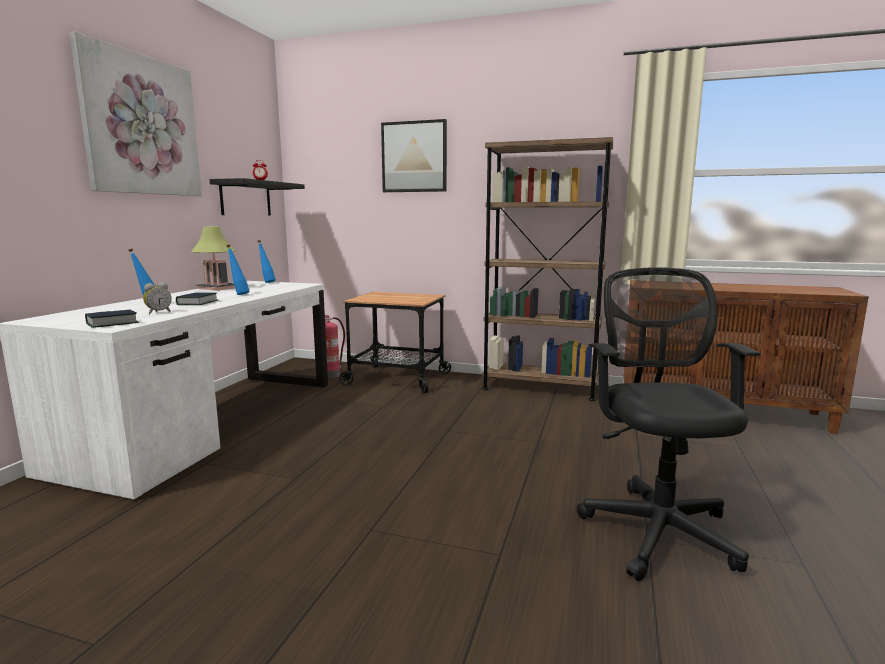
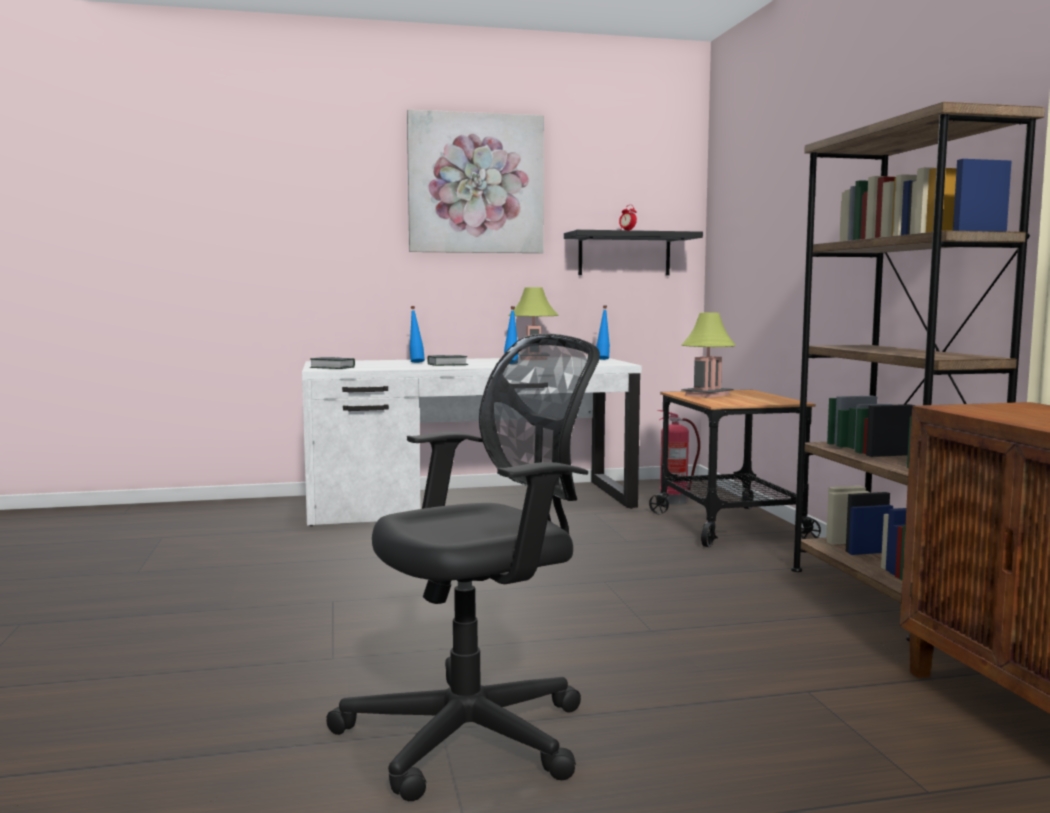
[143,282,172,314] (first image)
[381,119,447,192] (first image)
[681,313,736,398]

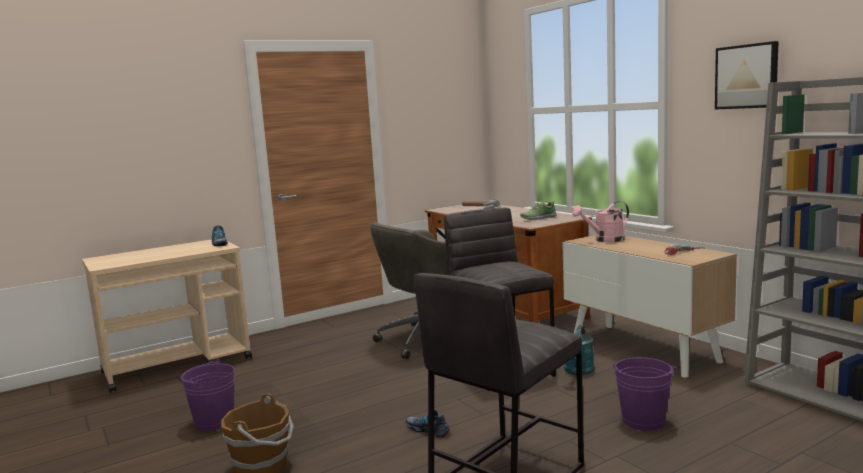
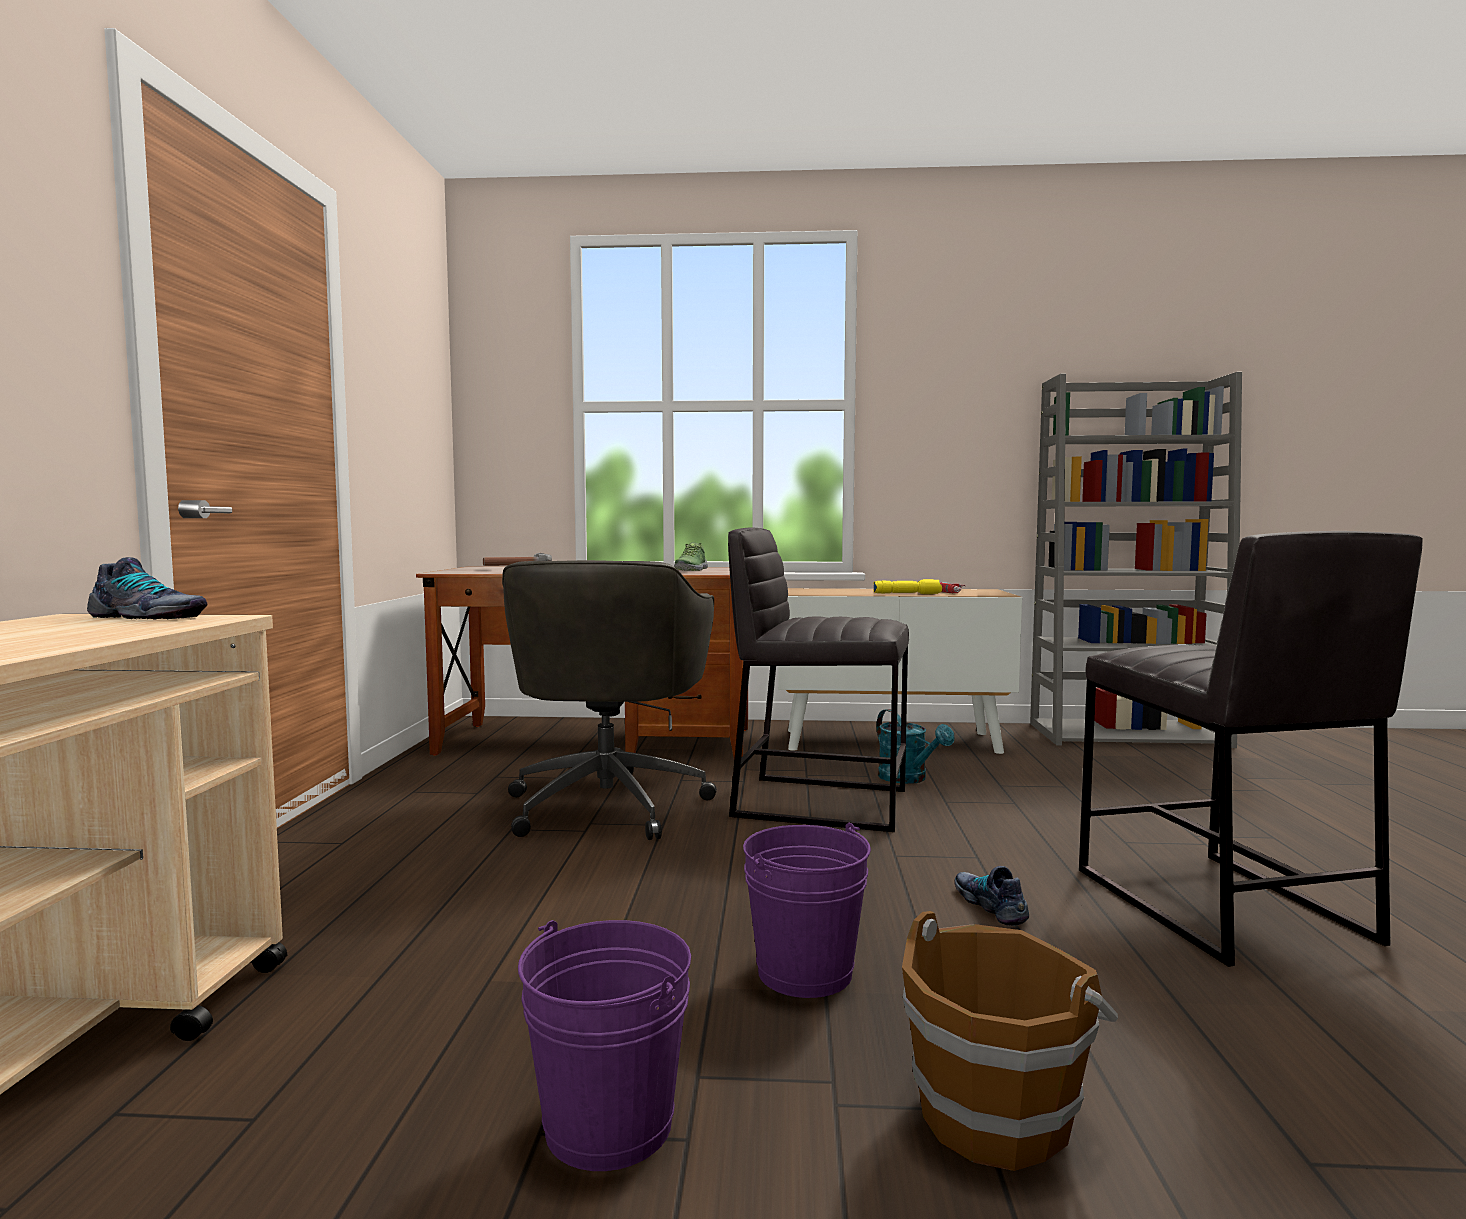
[572,201,629,242] (first image)
[715,41,779,109] (first image)
[873,579,942,594]
[743,823,871,998]
[954,866,1029,926]

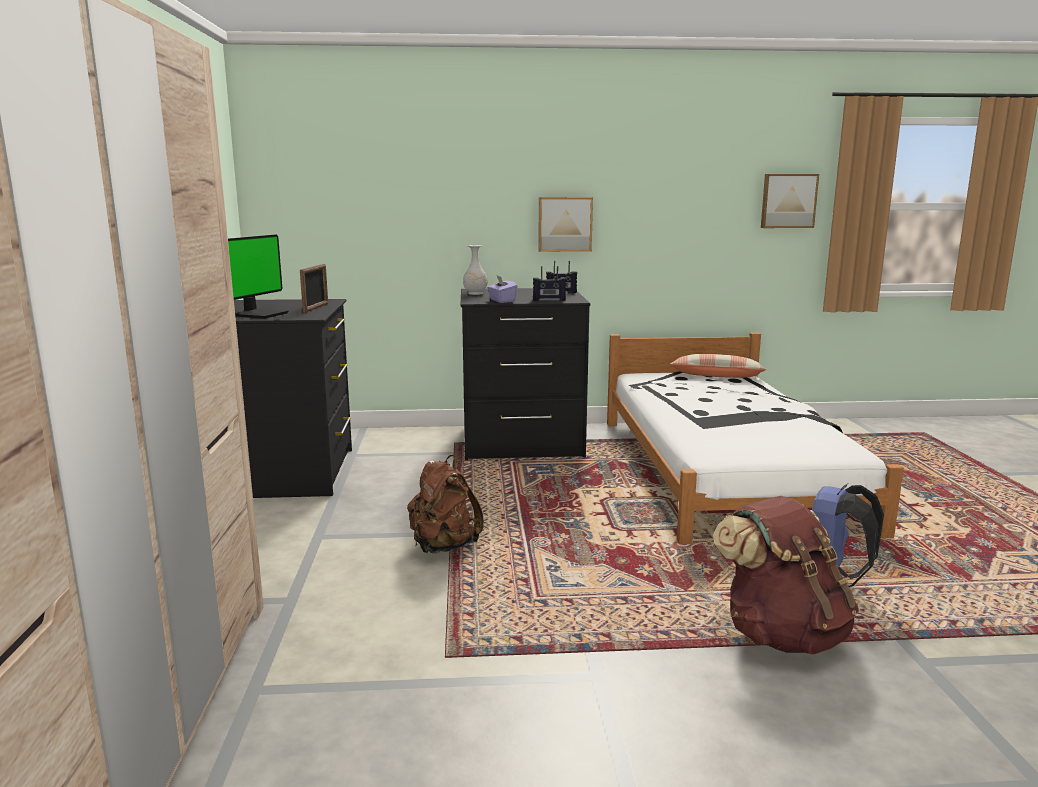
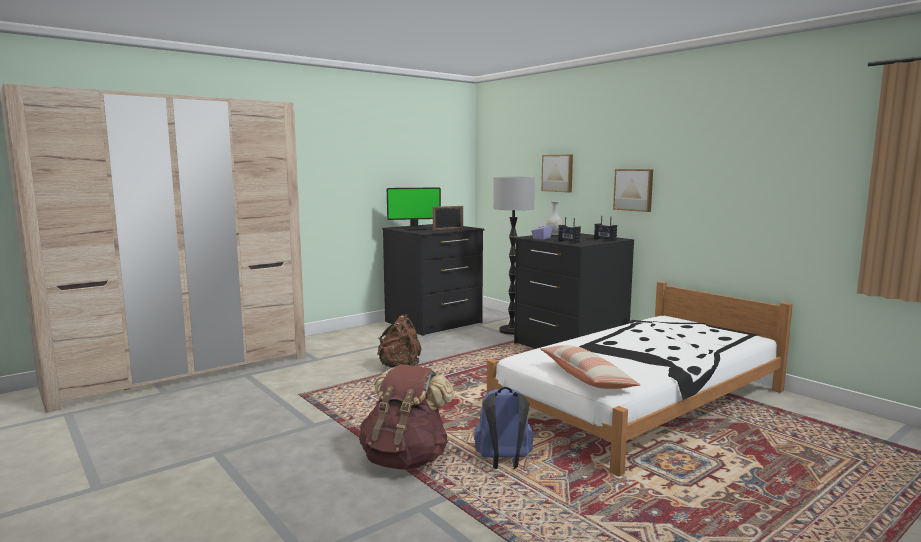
[493,177,535,335]
[540,345,640,389]
[541,155,573,193]

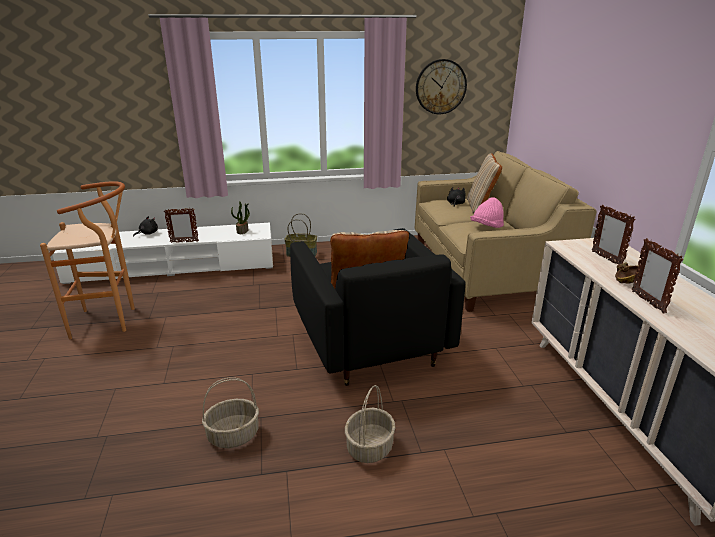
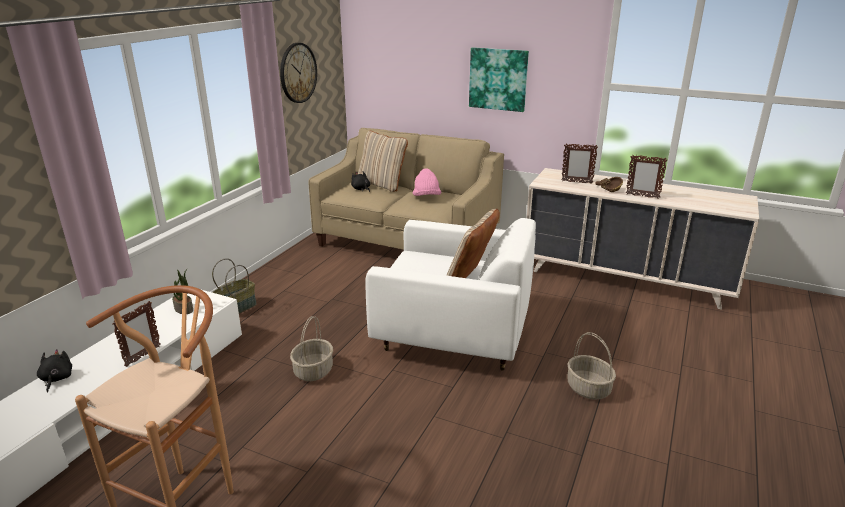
[469,47,529,112]
[290,316,333,381]
[365,218,536,370]

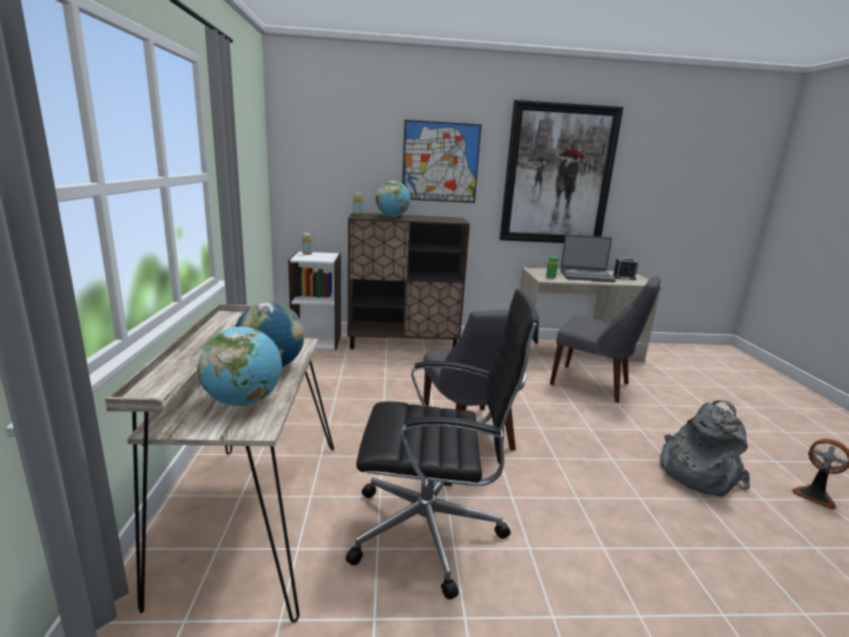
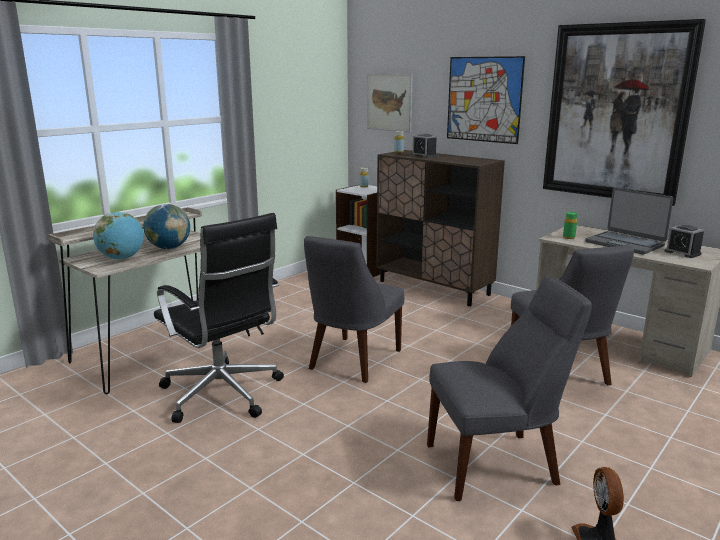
[367,73,413,133]
[412,134,437,158]
[427,276,592,501]

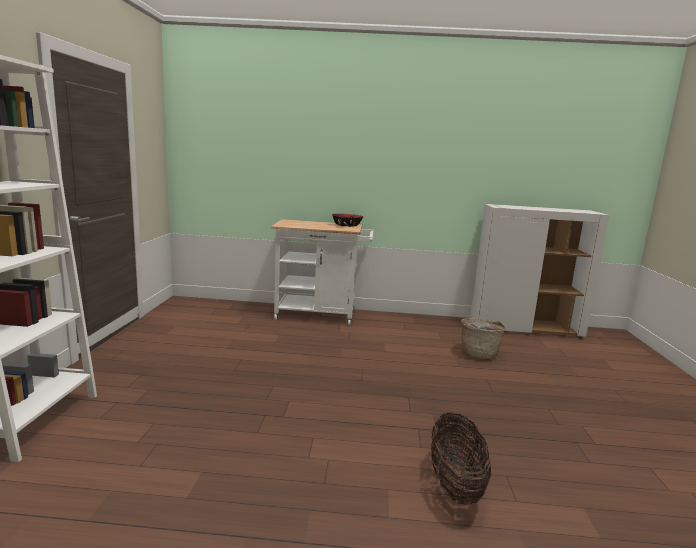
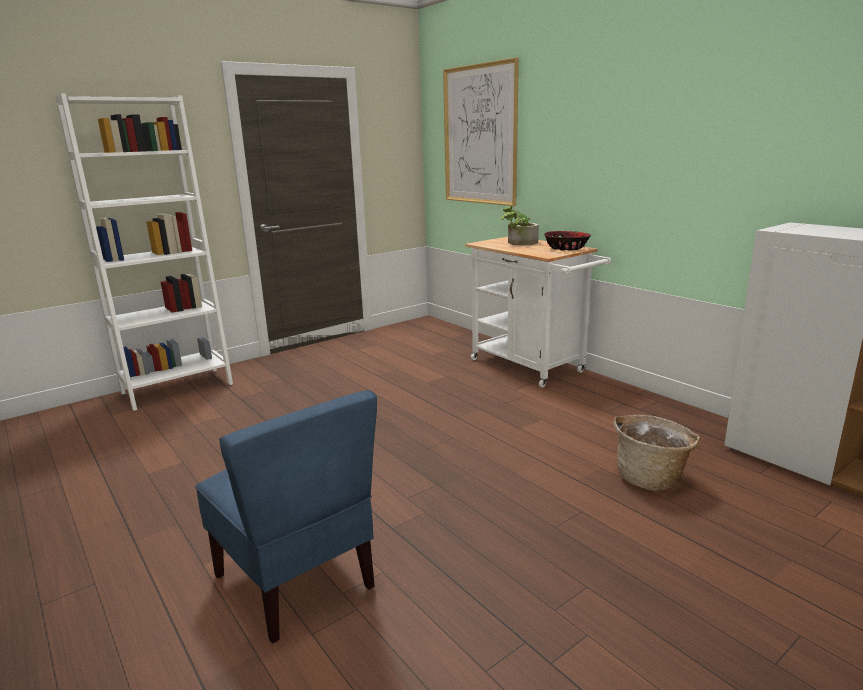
[443,58,519,206]
[500,206,539,246]
[195,390,377,644]

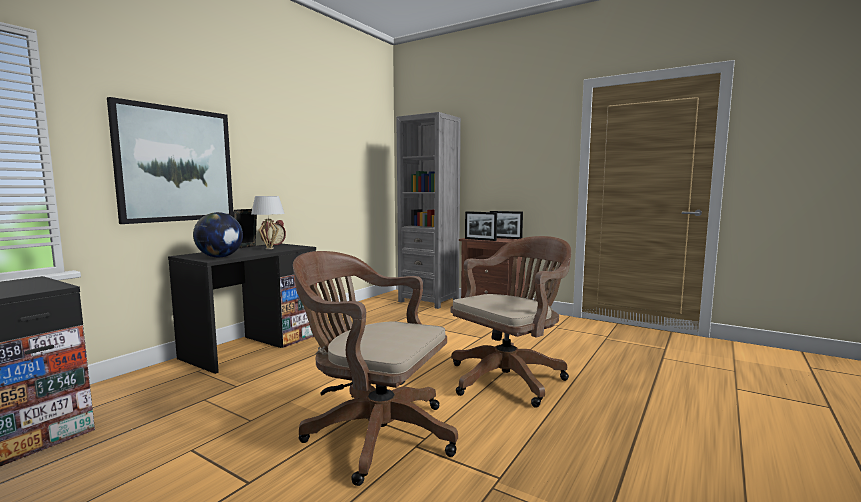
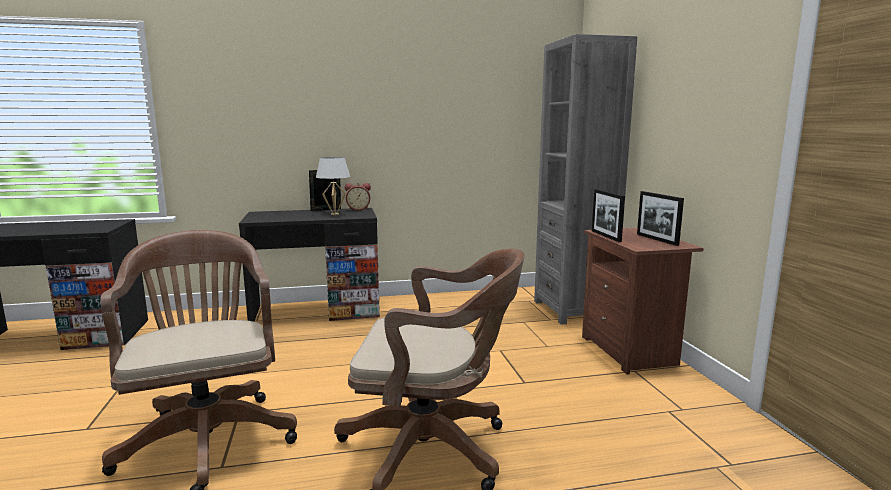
[107,97,234,224] (first image)
[193,212,243,257] (first image)

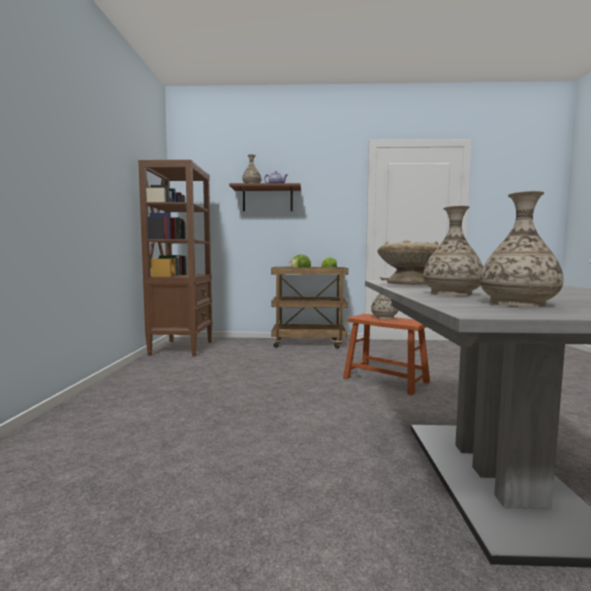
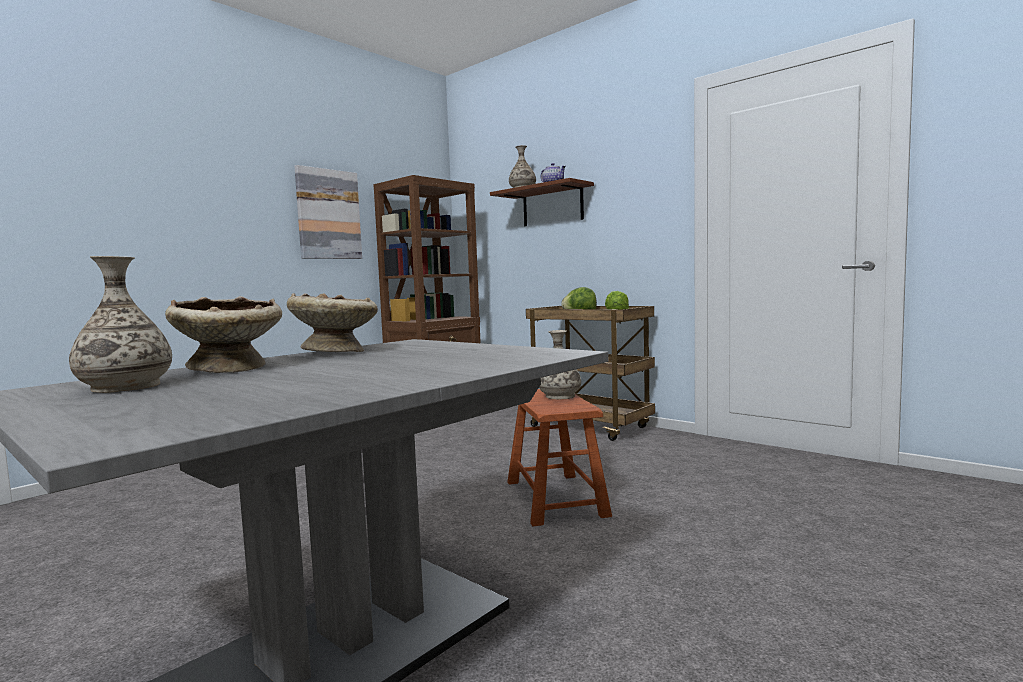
[294,165,362,259]
[165,296,282,373]

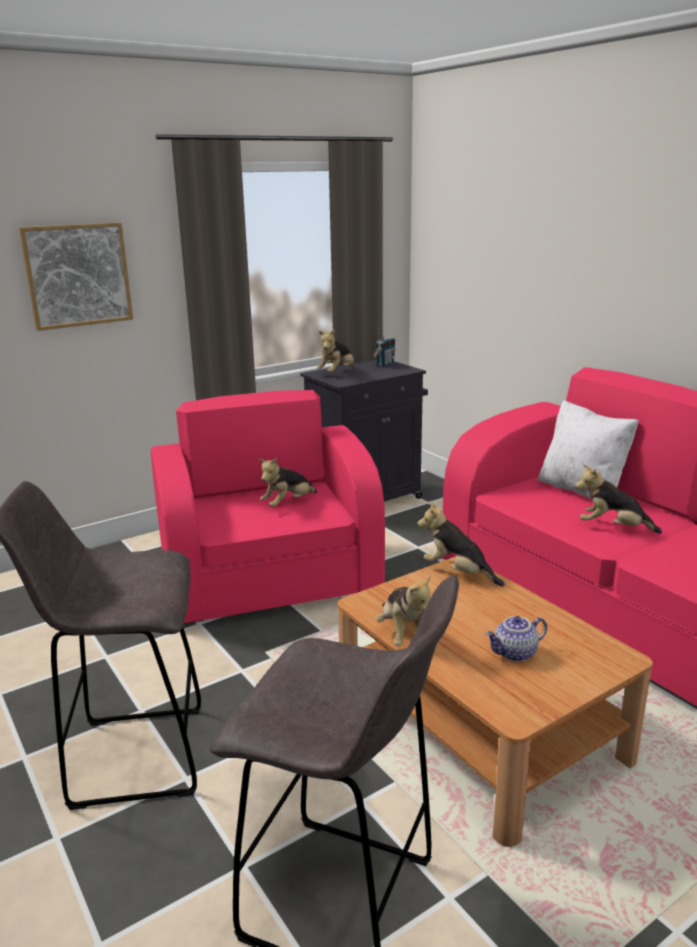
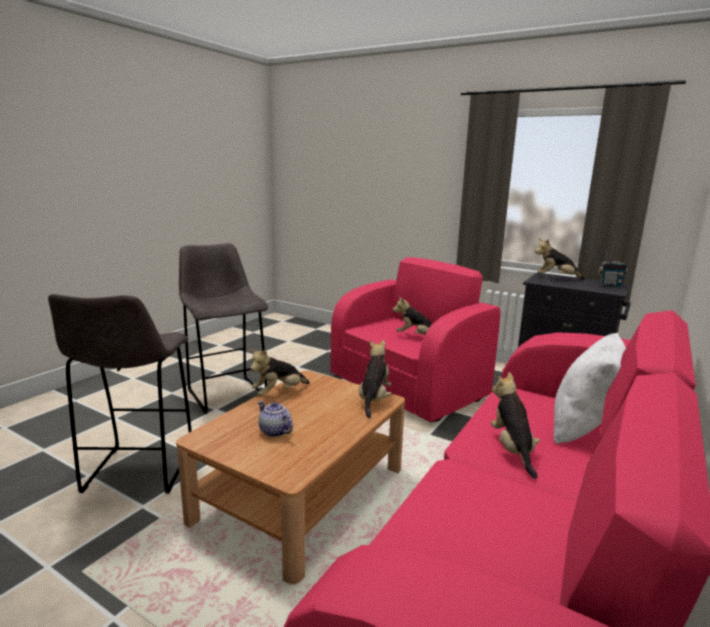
[19,222,133,331] (first image)

